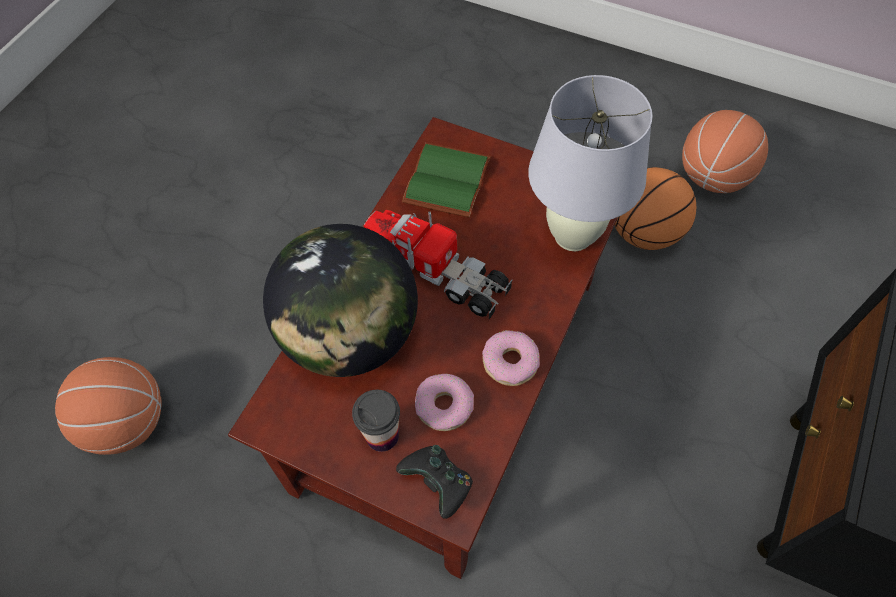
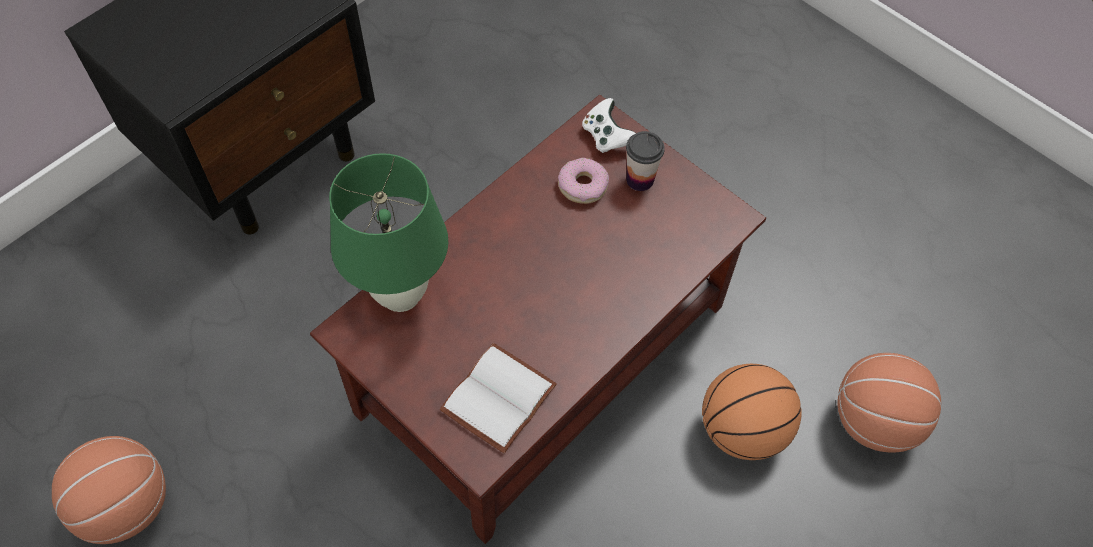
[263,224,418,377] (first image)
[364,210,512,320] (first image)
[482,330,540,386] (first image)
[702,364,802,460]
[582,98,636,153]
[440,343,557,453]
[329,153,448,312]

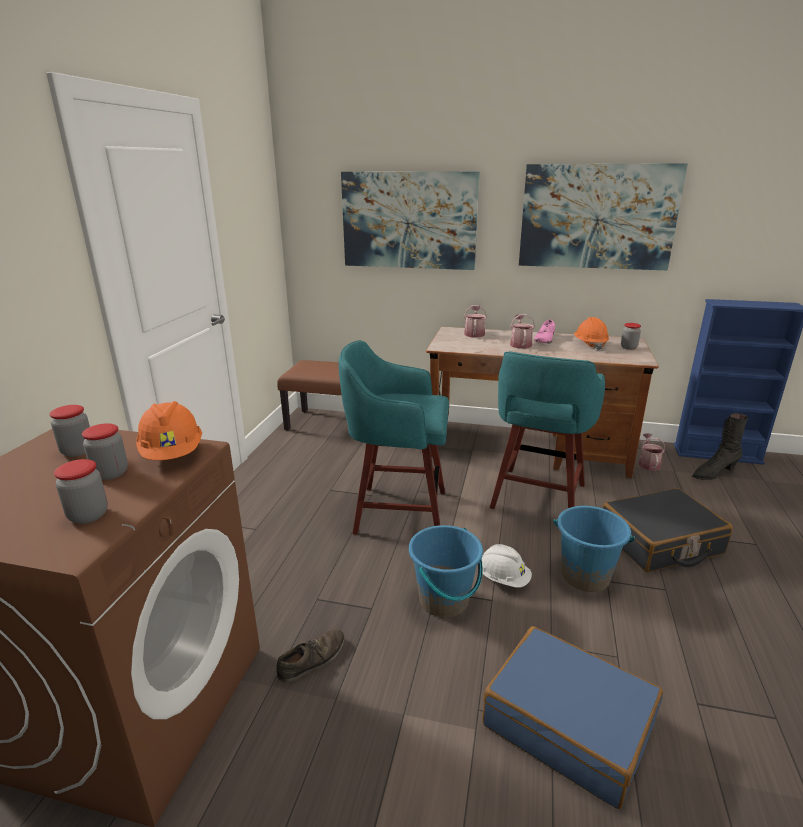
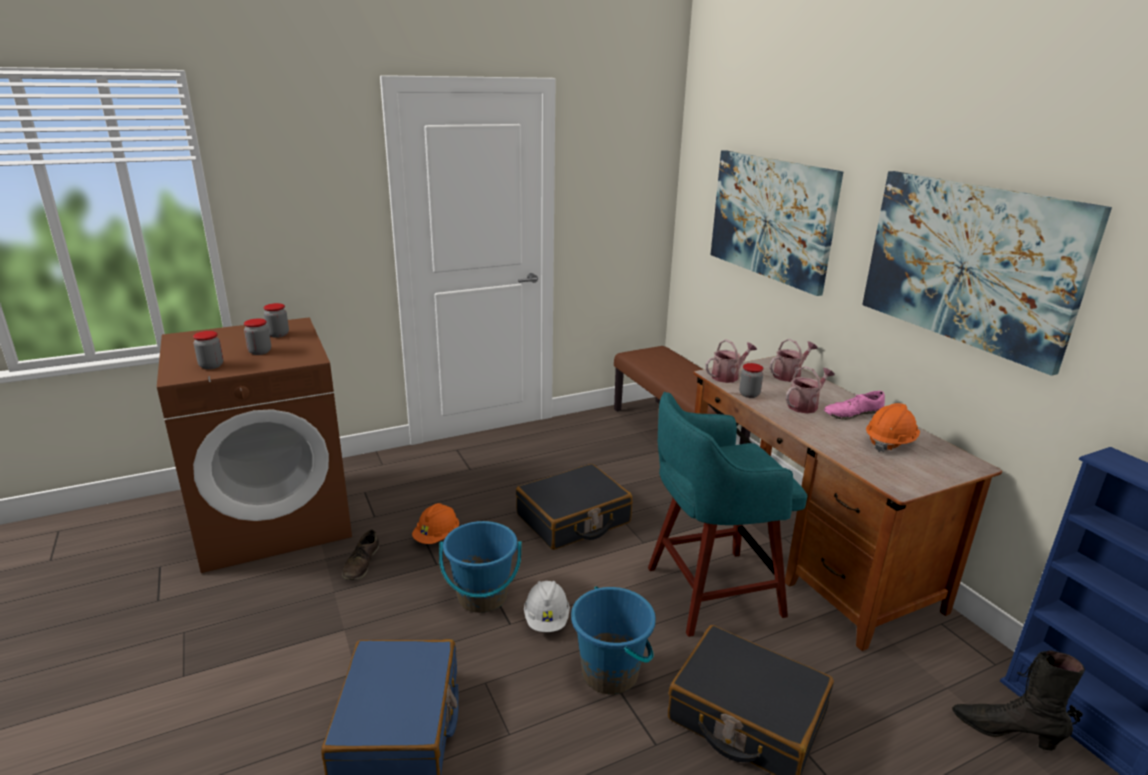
[412,503,459,544]
[739,363,763,398]
[705,339,757,383]
[516,464,632,550]
[342,530,379,580]

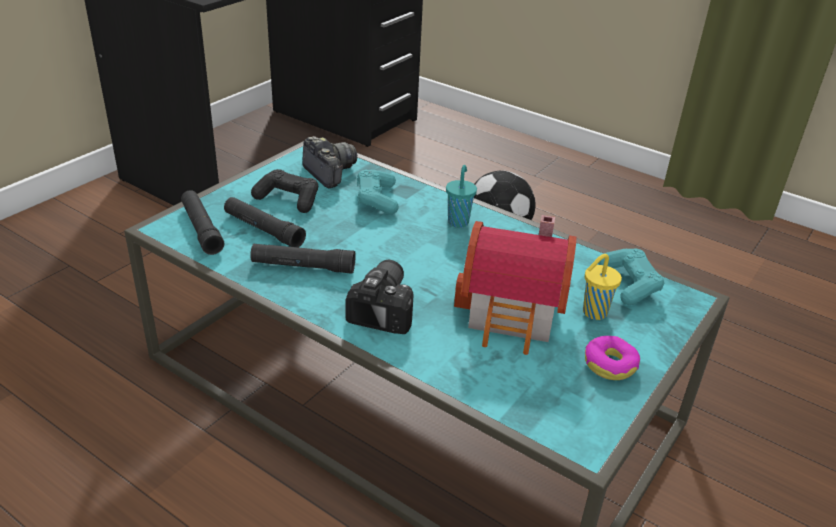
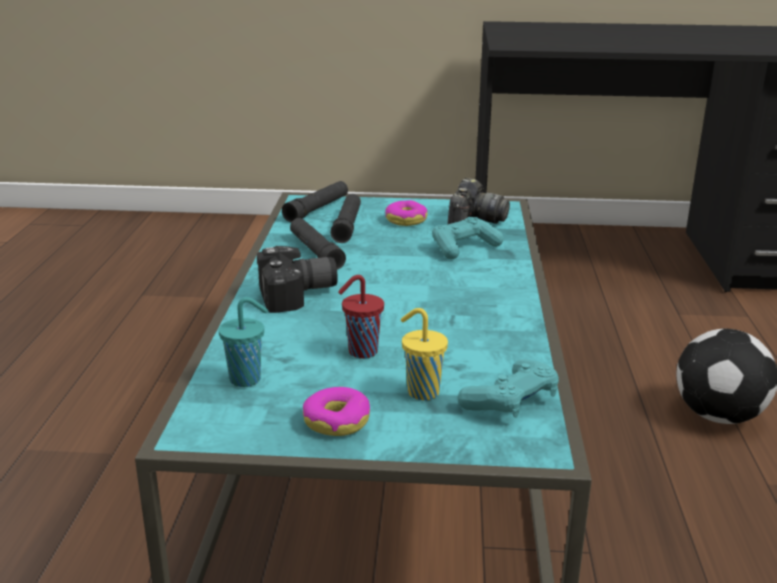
[219,297,268,387]
[385,200,428,226]
[338,275,384,358]

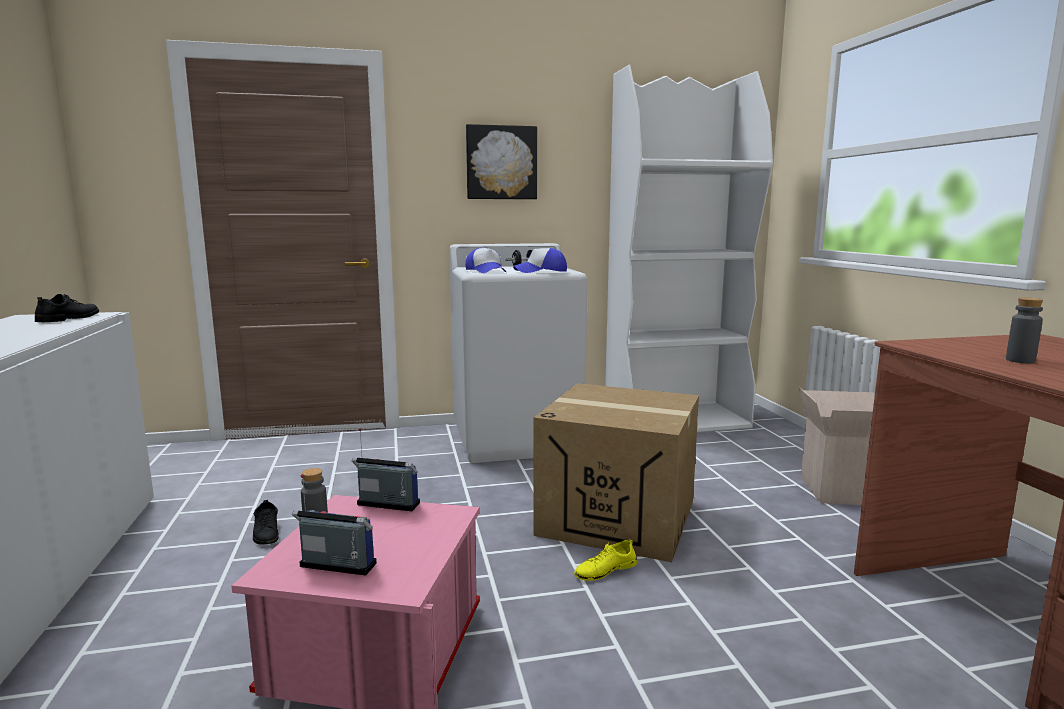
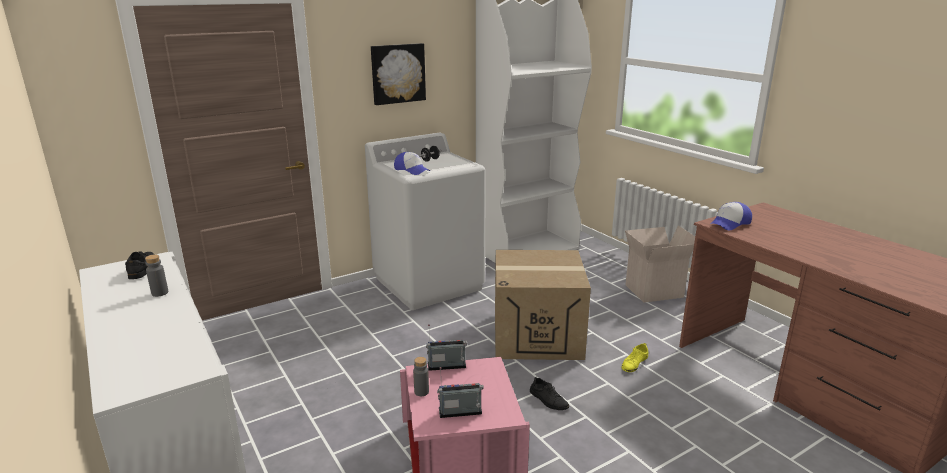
[530,377,569,410]
[710,202,752,231]
[621,343,649,372]
[145,255,168,297]

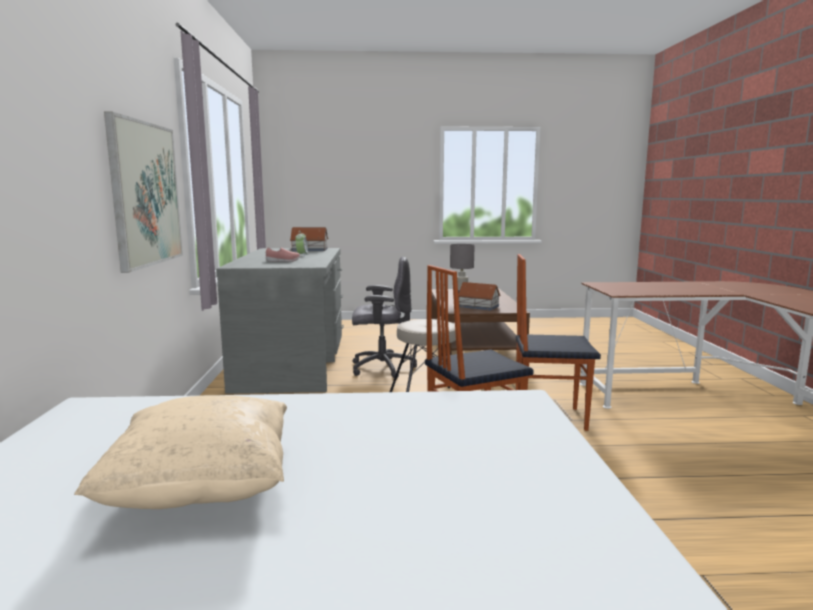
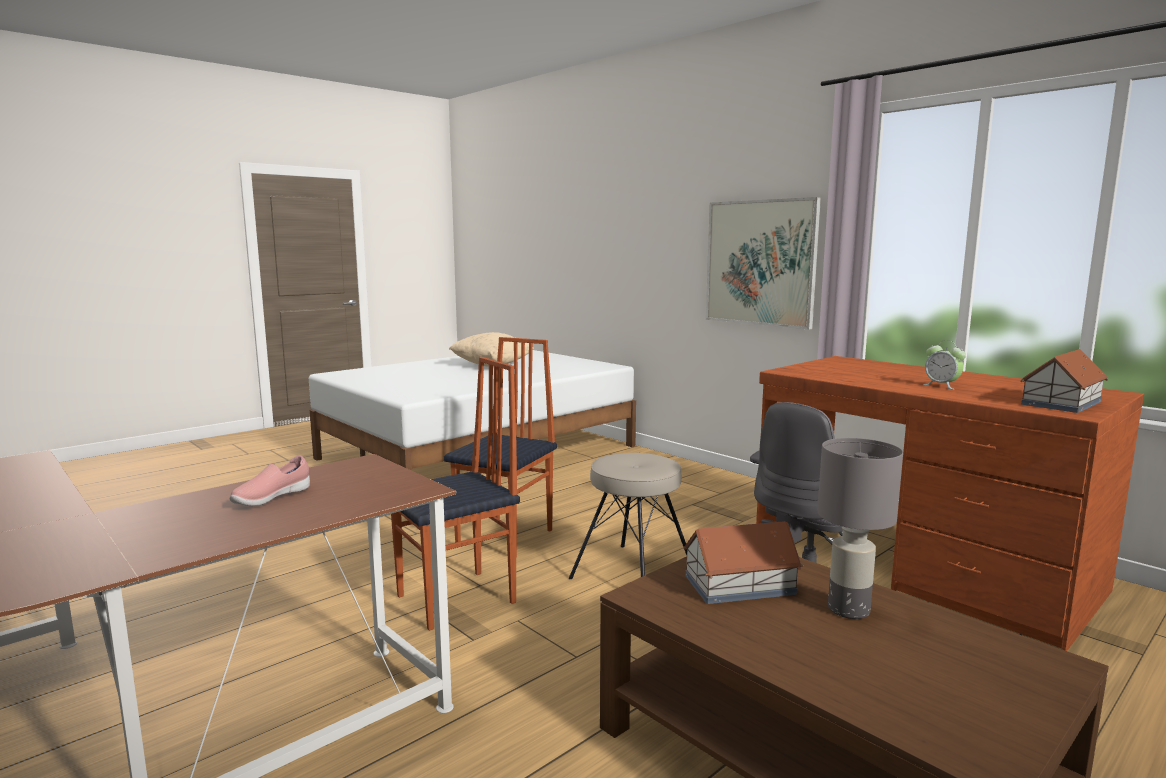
[230,456,310,506]
[756,356,1144,651]

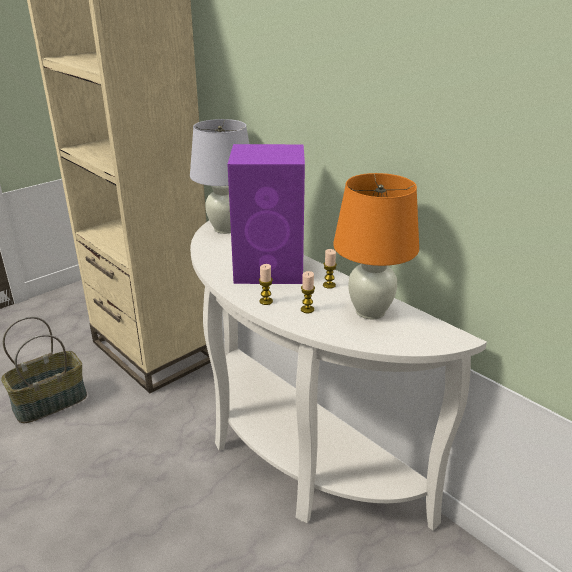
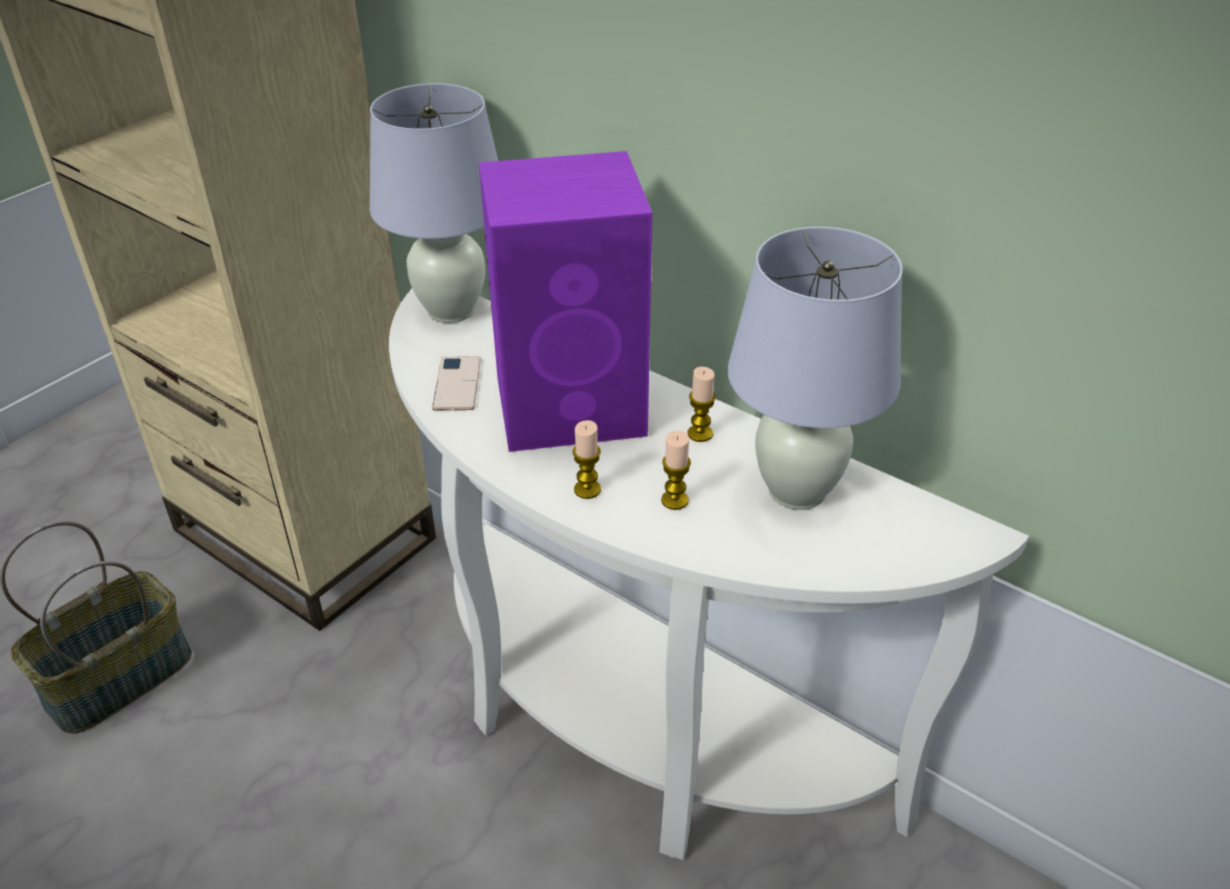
[432,356,481,410]
[727,227,903,510]

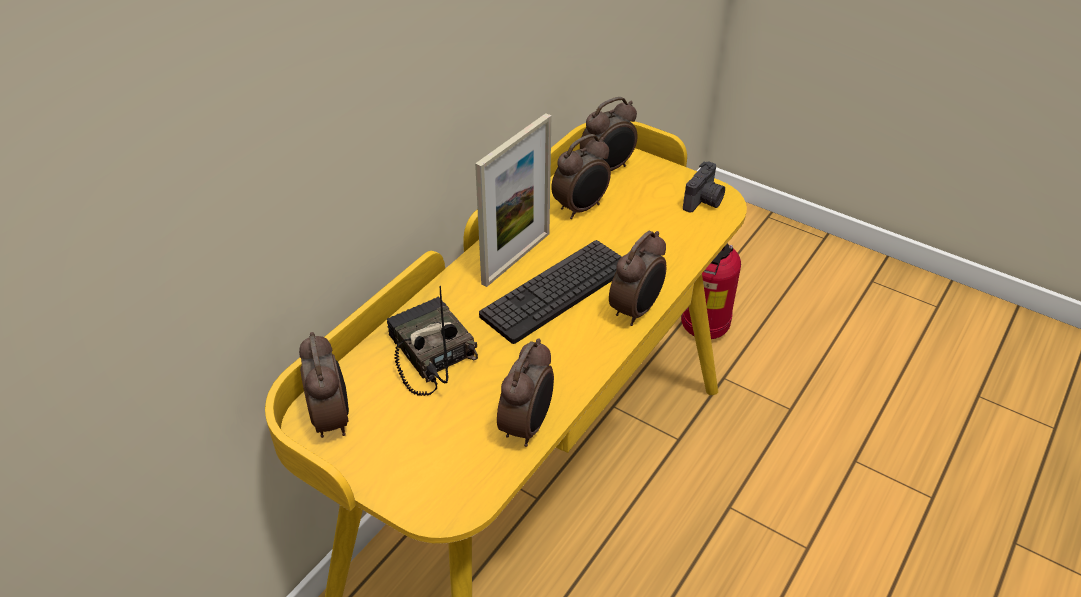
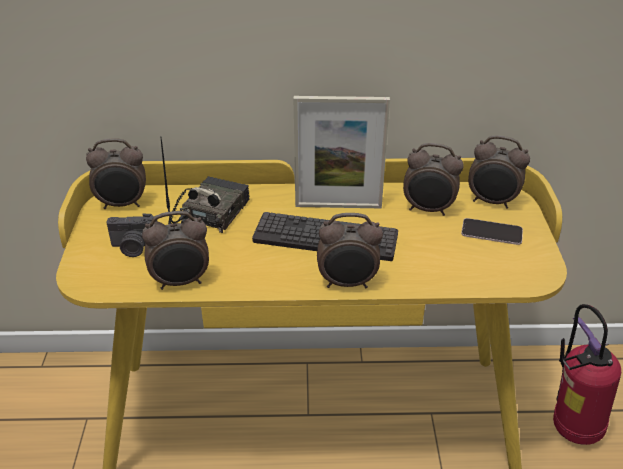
[461,218,523,245]
[106,214,158,257]
[86,138,146,209]

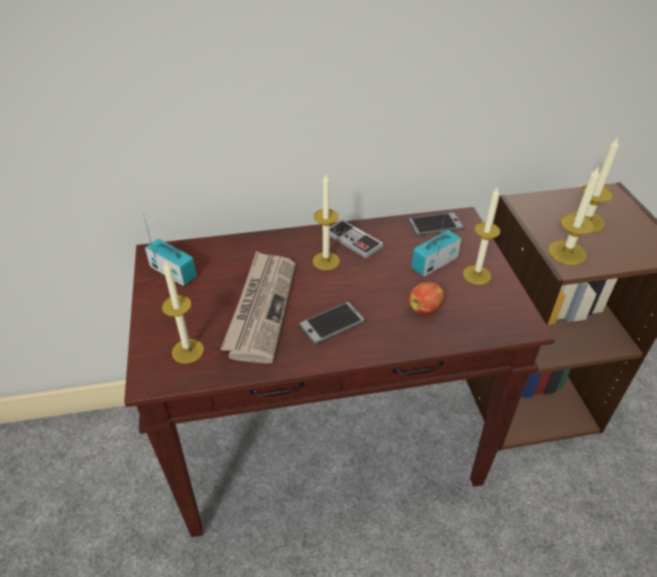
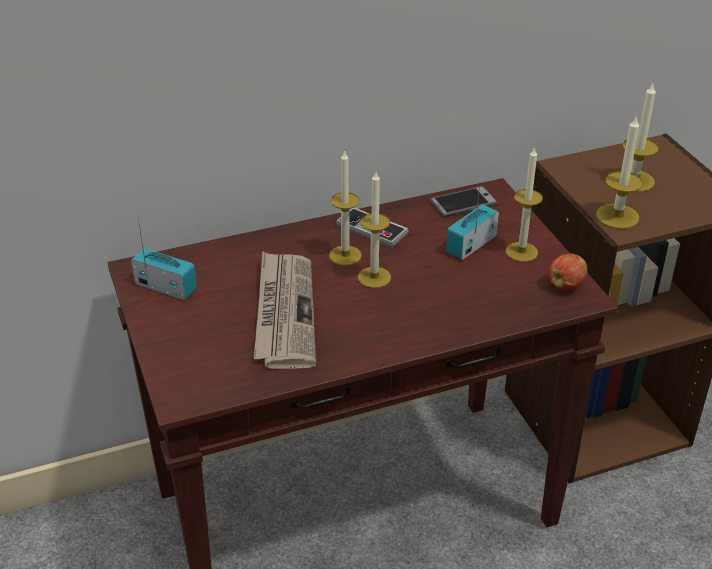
[298,301,366,345] (first image)
[358,172,391,288]
[547,253,587,291]

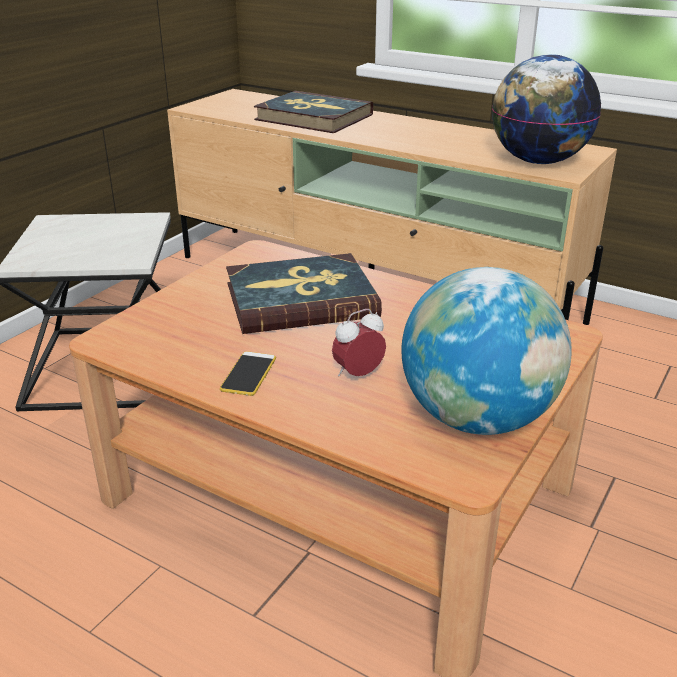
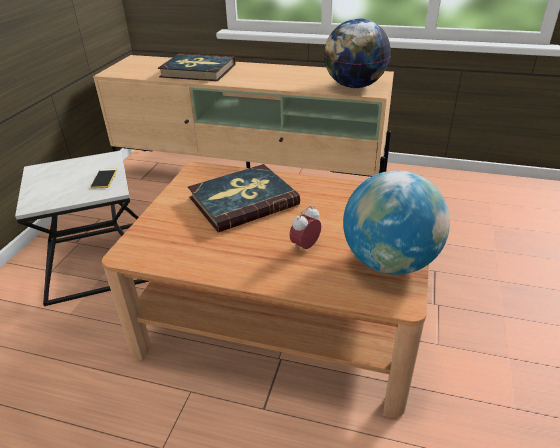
[90,168,117,189]

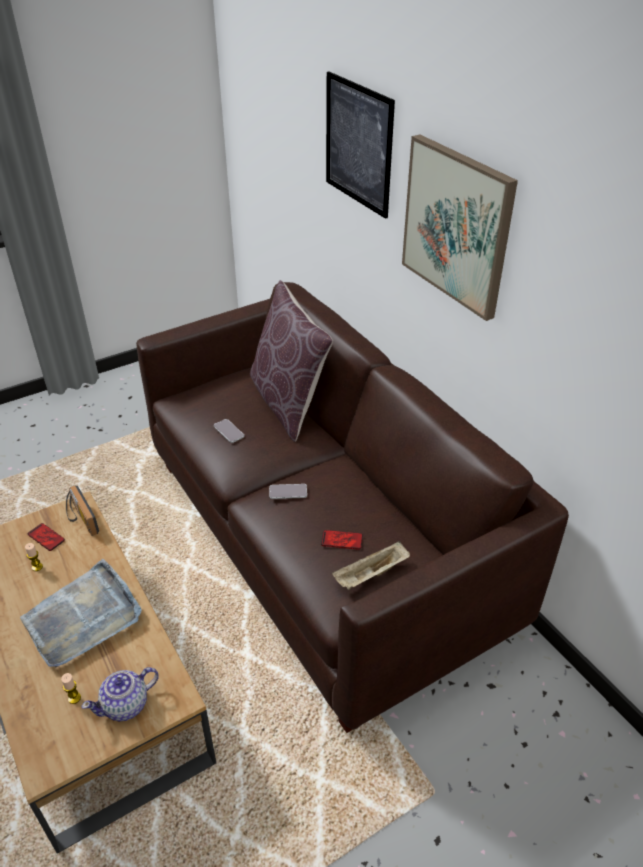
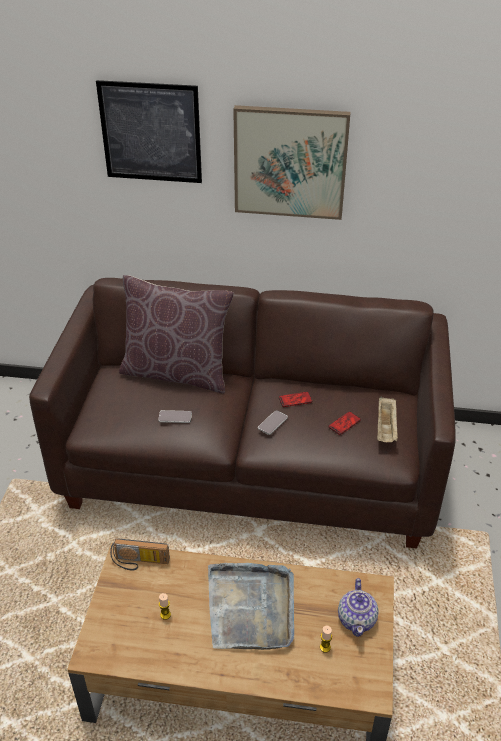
[279,392,312,407]

